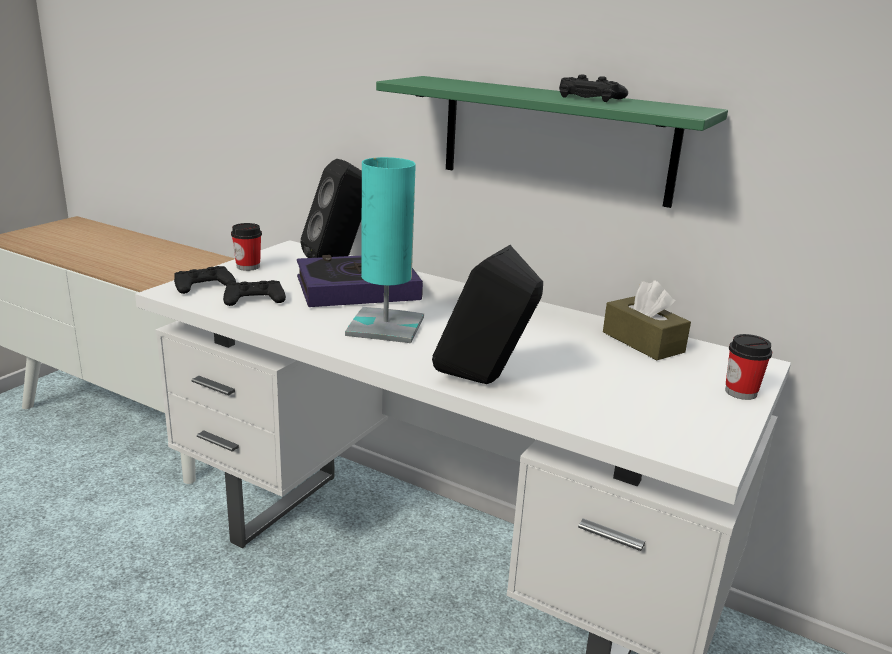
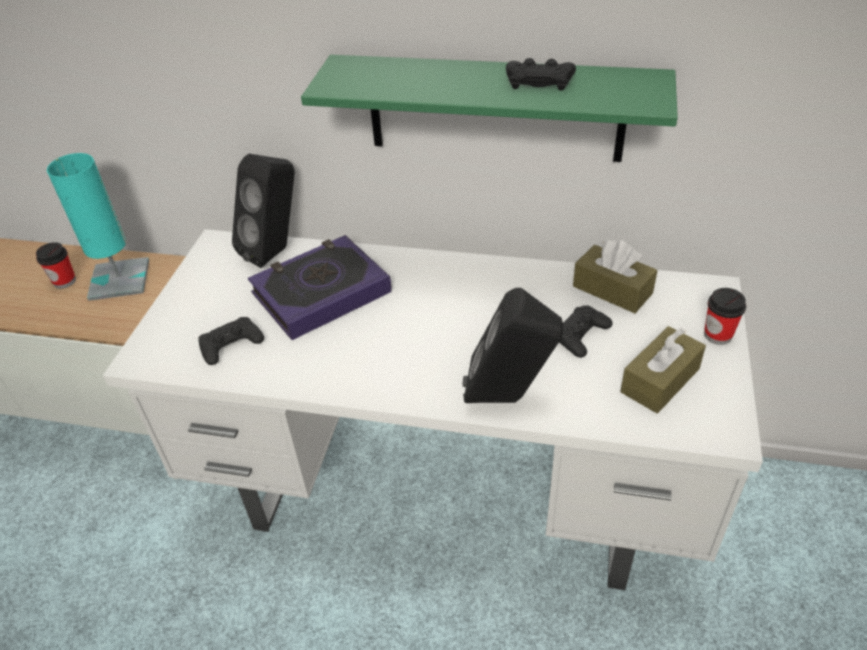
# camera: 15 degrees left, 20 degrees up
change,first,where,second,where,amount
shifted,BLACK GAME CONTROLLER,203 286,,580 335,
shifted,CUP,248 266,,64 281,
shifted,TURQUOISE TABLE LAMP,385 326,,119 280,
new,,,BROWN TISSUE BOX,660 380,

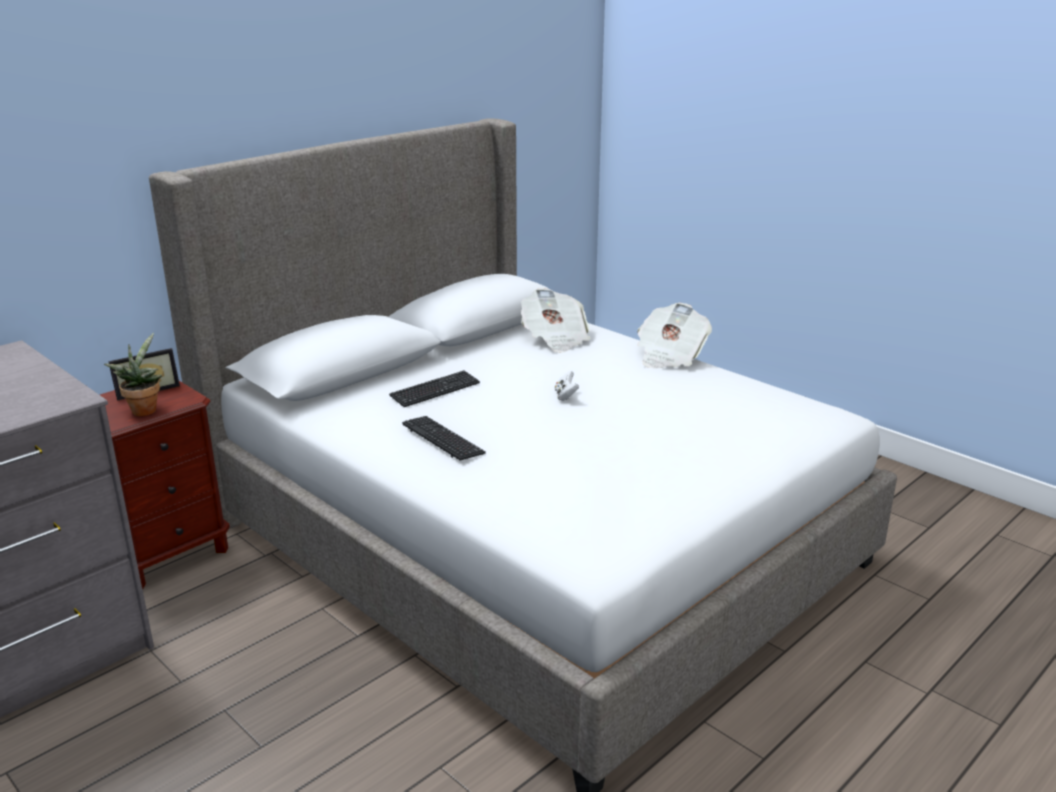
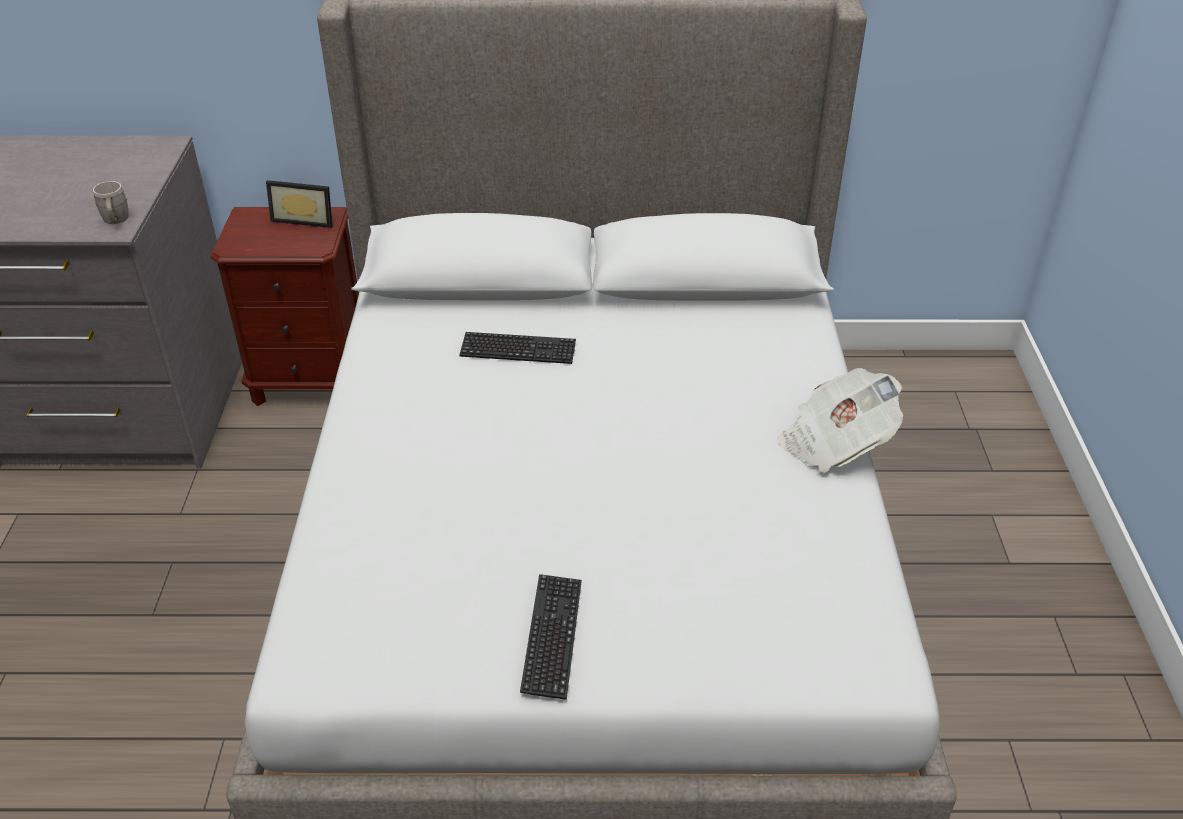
# camera: 45 degrees right, 15 degrees up
change,first,where,second,where,amount
gone,POTTED PLANT,144 409,,,
shifted,KEYBOARD,442 440,,552 636,
gone,NEWSPAPER,555 339,,,
gone,WHITE GAME CONTROLLER,565 396,,,
new,,,GREY MUG,116 221,

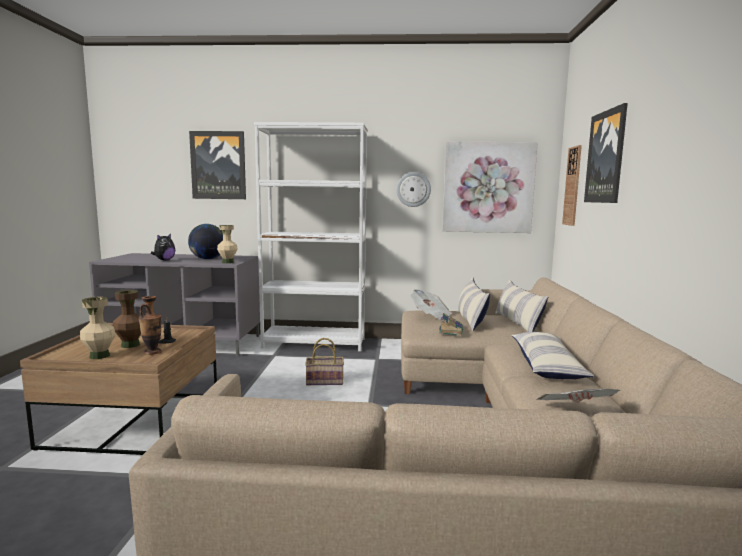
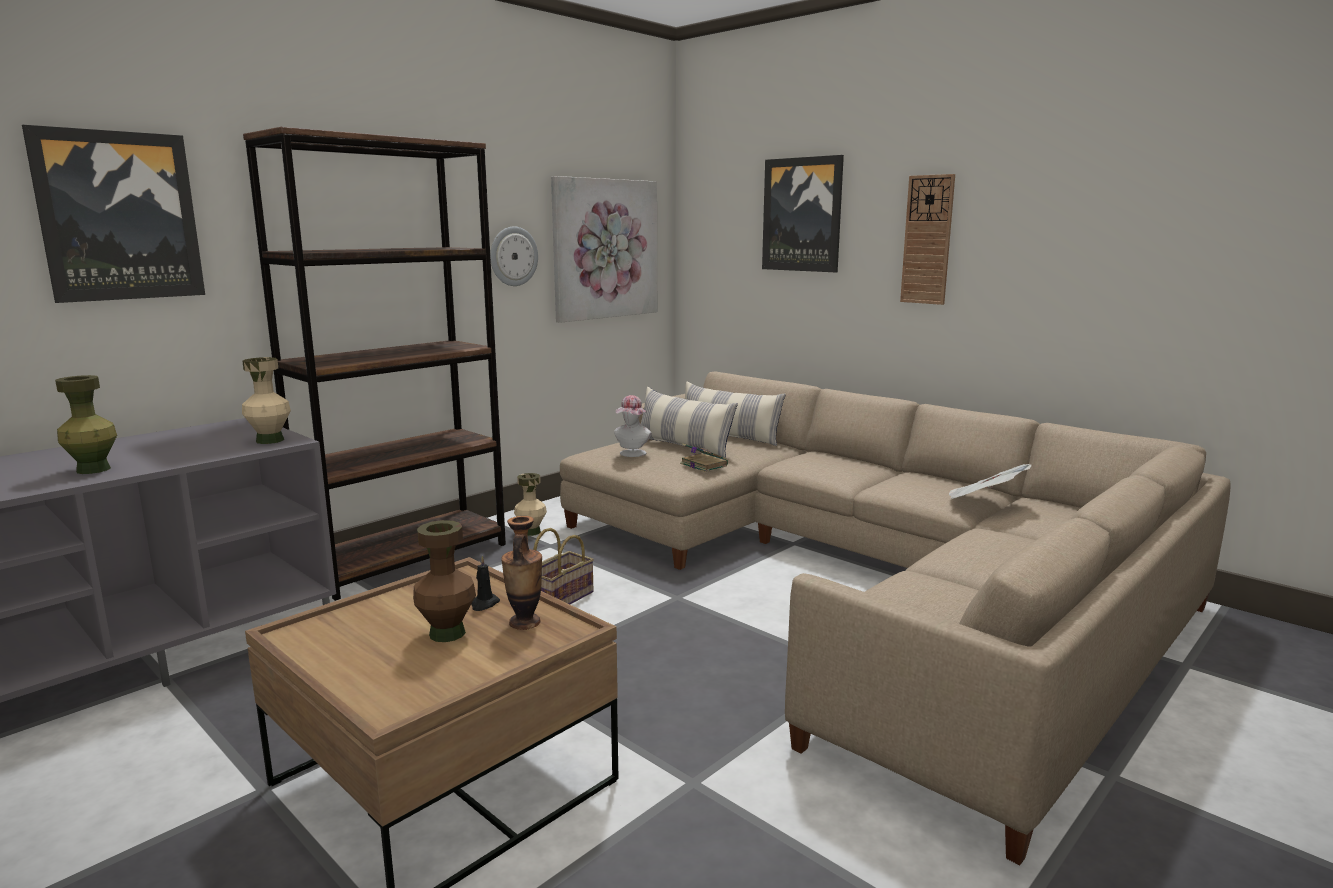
# camera: 50 degrees left, 5 degrees up
change,first,where,second,where,amount
shifted,BEIGE VASE,99 356,,531 532,
swapped,PLUSH TOY,164 260,GREEN VASE,93 469,
gone,GLOBE,208 259,,,
repainted,WHITE BOOKCASE,314 343,BROWN BOOKCASE,407 559,
swapped,NEWSPAPER,430 316,HAT,632 454,
gone,PILLOW,547 366,,,
shifted,WALL CLOCK,572 186,,927 240,

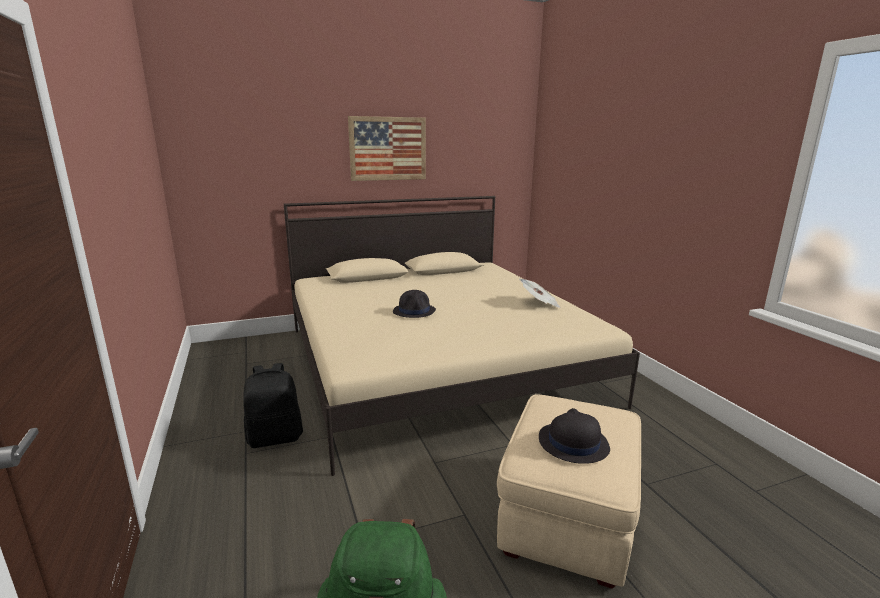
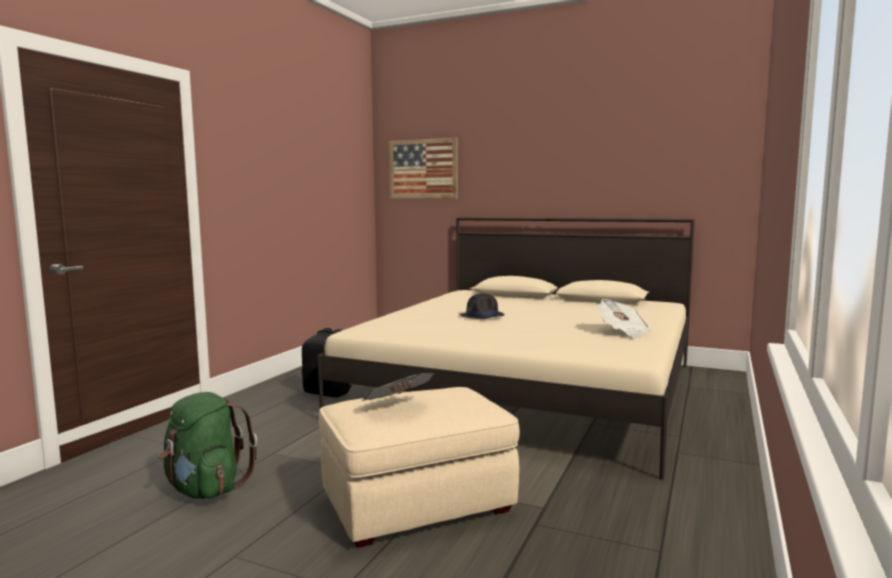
# camera: 45 degrees right, 10 degrees down
change,first,where,second,where,amount
shifted,PICTURE,388 149,,423 169,
swapped,BLACK HAT,573 443,NEWSPAPER,397 406,

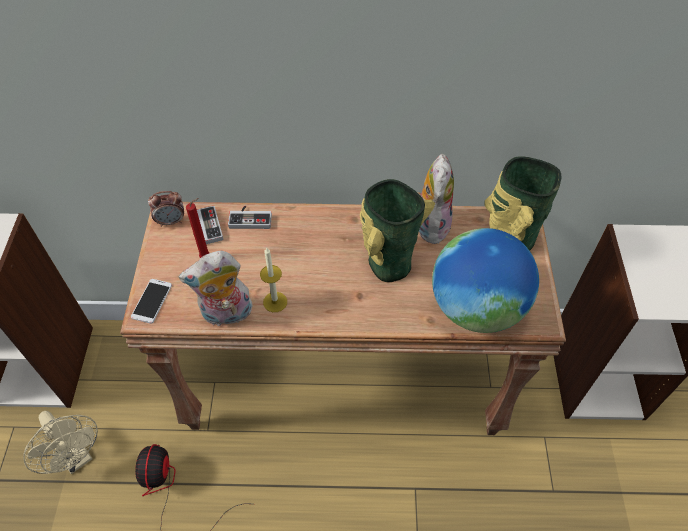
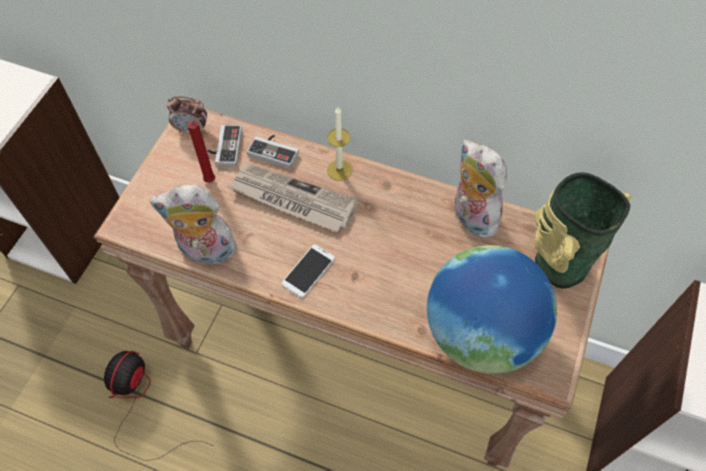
# camera: 20 degrees right, 5 degrees up
change,first,where,second,where,amount
gone,BEIGE FAN,77 457,,,
shifted,PHONE,152 301,,308 271,
shifted,CANDLE,275 302,,339 170,
gone,VASE,387 262,,,
rotated,PLUSH TOY,430 224,,470 217,60 degrees counterclockwise
new,,,NEWSPAPER,292 200,

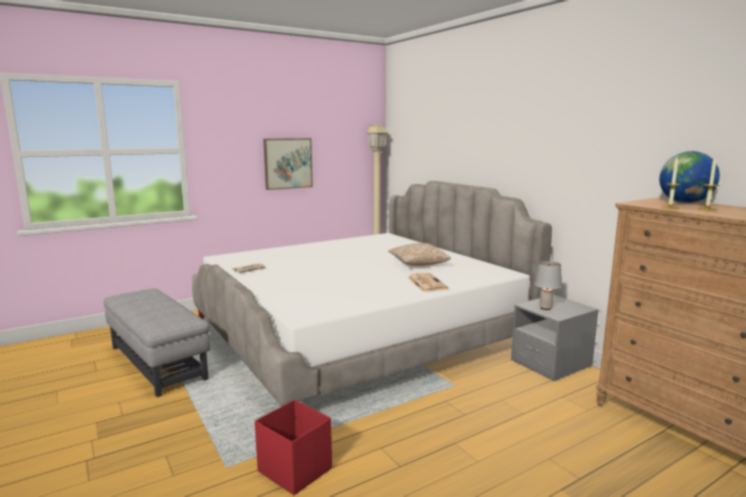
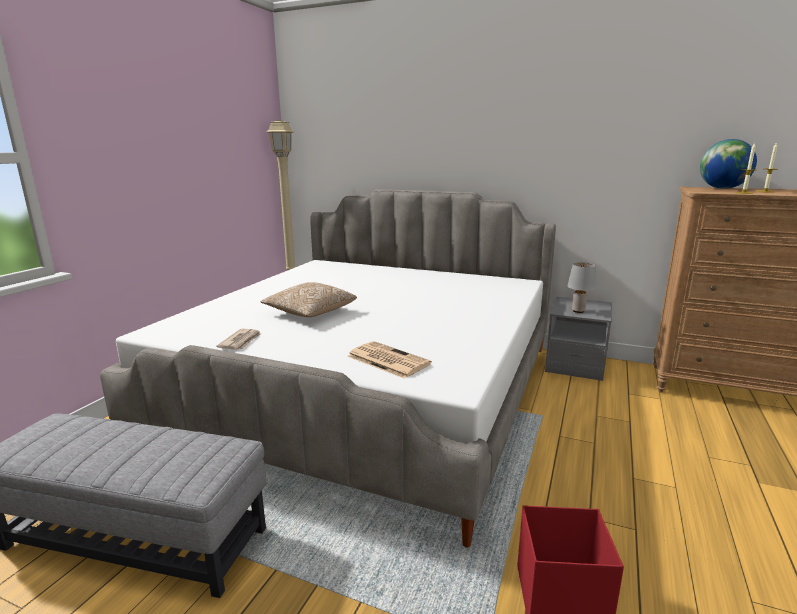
# camera: 35 degrees left, 5 degrees up
change,first,where,second,where,amount
gone,PICTURE,288 163,,,
shifted,PILLOW,418 264,,309 313,
shifted,NEWSPAPER,426 283,,387 360,

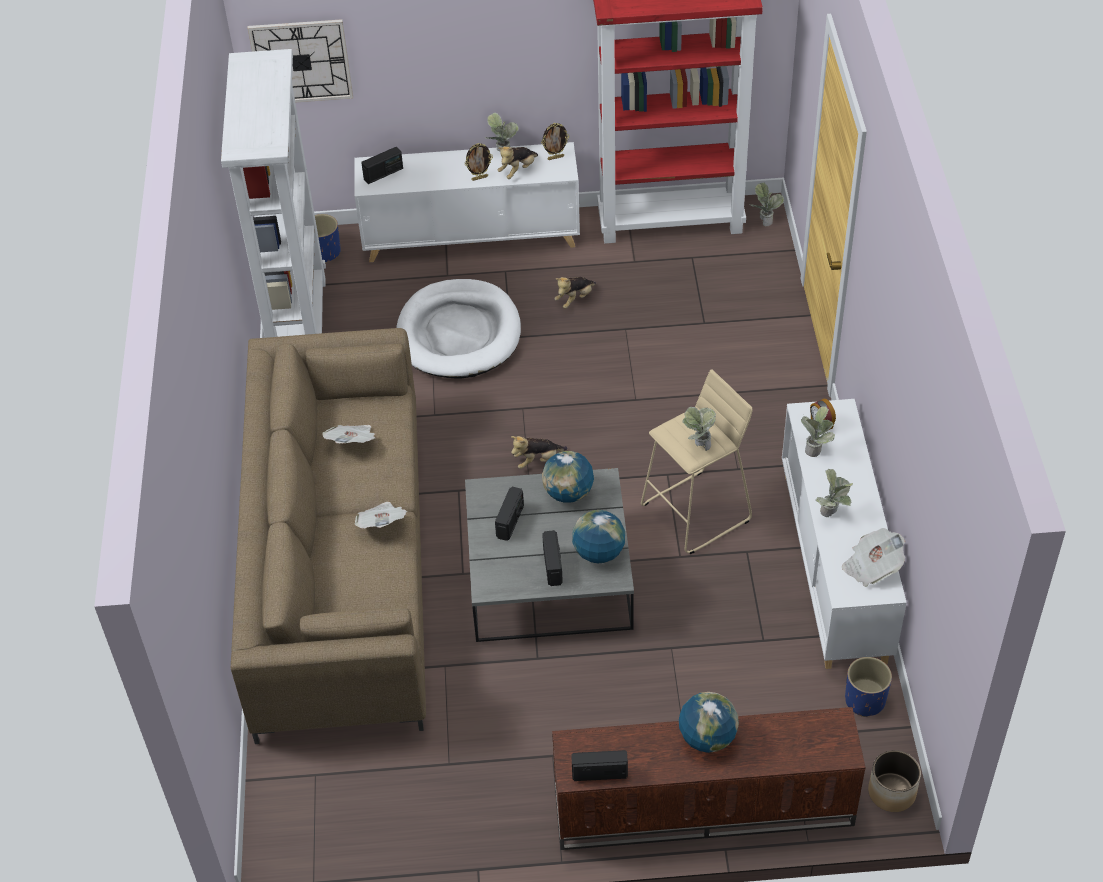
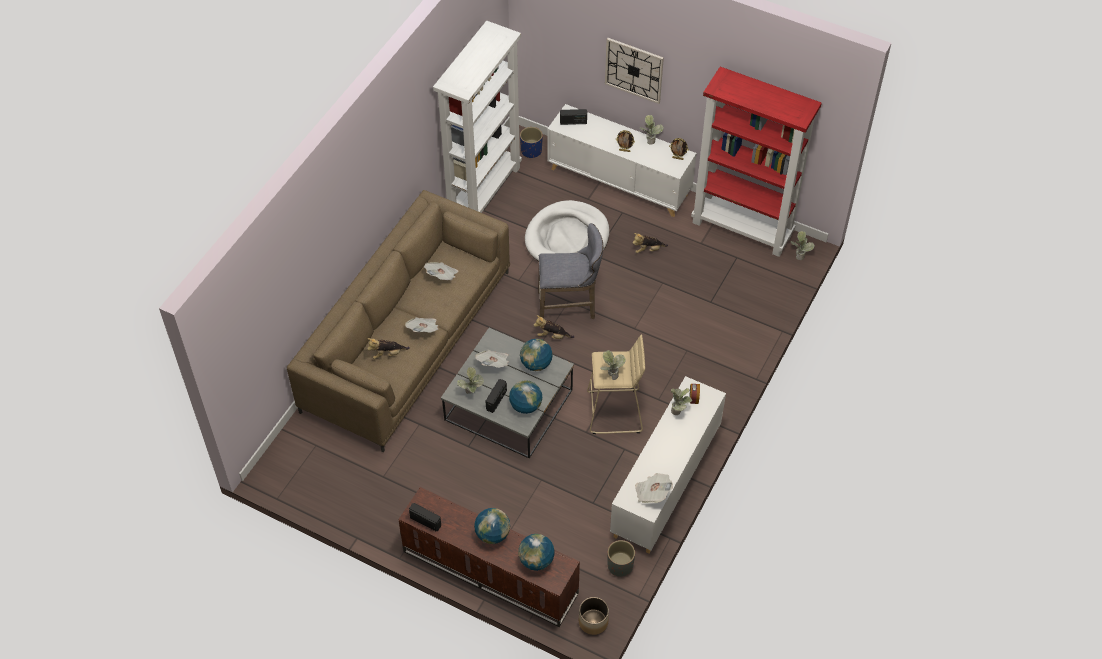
# camera: 30 degrees right, 5 degrees up
change,first,where,second,where,amount
shifted,WALL CLOCK,301 61,,634 70,
swapped,RADIO,510 521,NEWSPAPER,494 364,
shifted,PLUSH TOY,518 170,,387 354,
shifted,POTTED PLANT,832 513,,471 393,
repainted,BLUE PLANTER,865 700,GREY PLANTER,620 566,
new,,,GLOBE,536 560,
new,,,GREY STOOL,570 306,

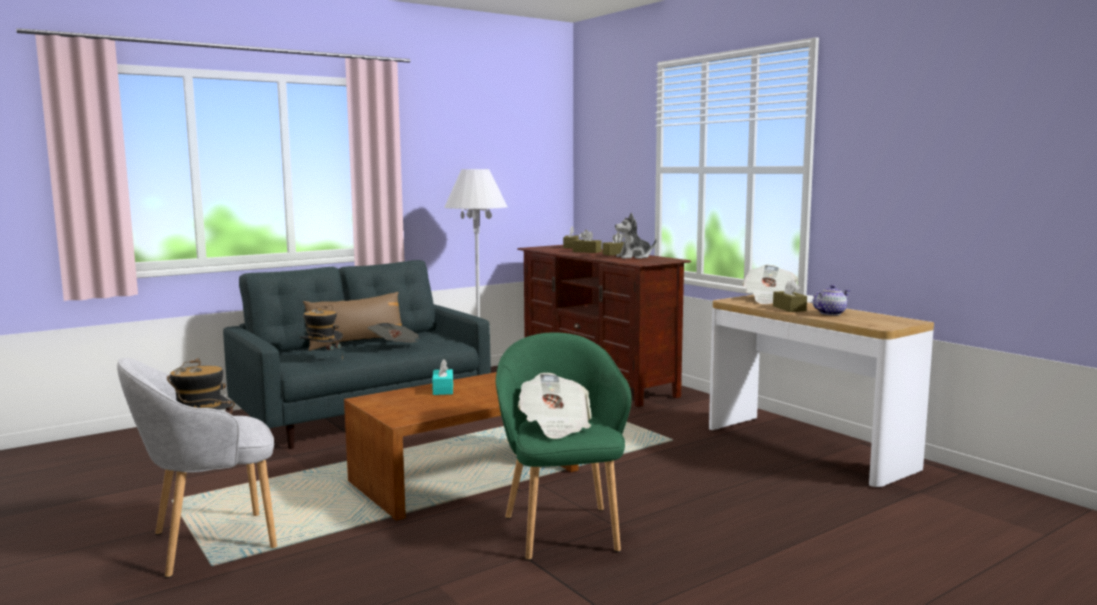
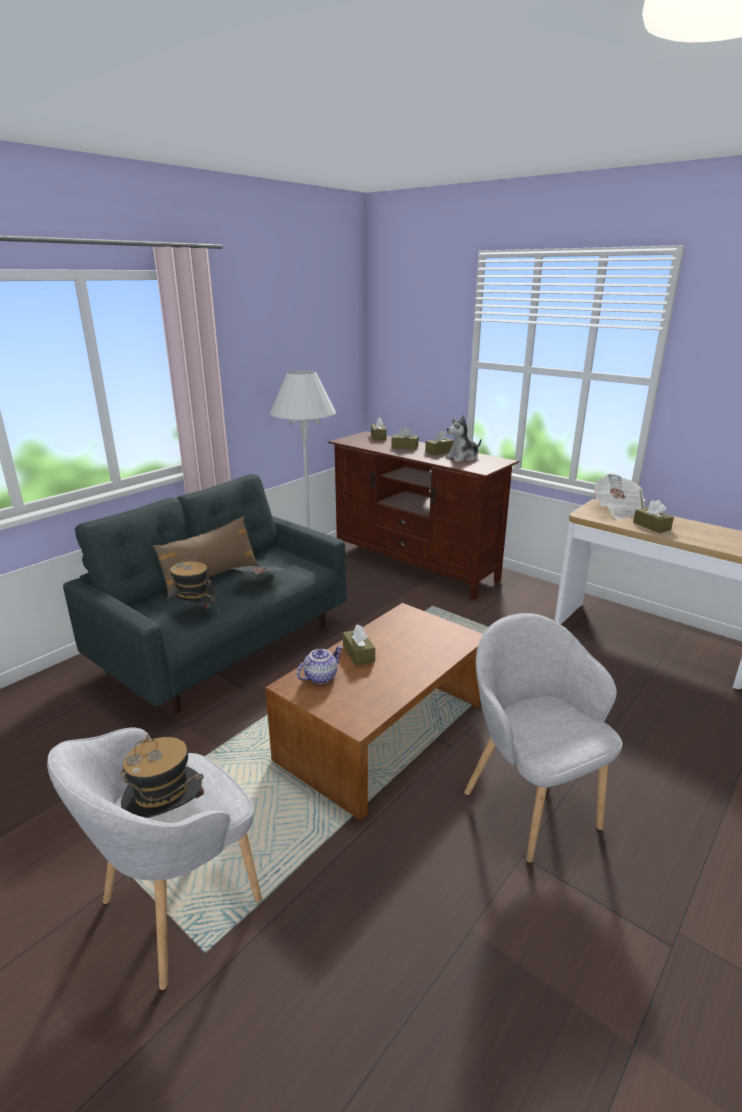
# camera: 15 degrees left, 15 degrees up
change,first,where,second,where,amount
repainted,TURQUOISE TISSUE BOX,443 389,BROWN TISSUE BOX,358 654,
repainted,GREEN ARMCHAIR,563 530,GREY ARMCHAIR,530 804,
gone,NEWSPAPER,555 426,,,
shifted,TEAPOT,830 313,,320 676,

